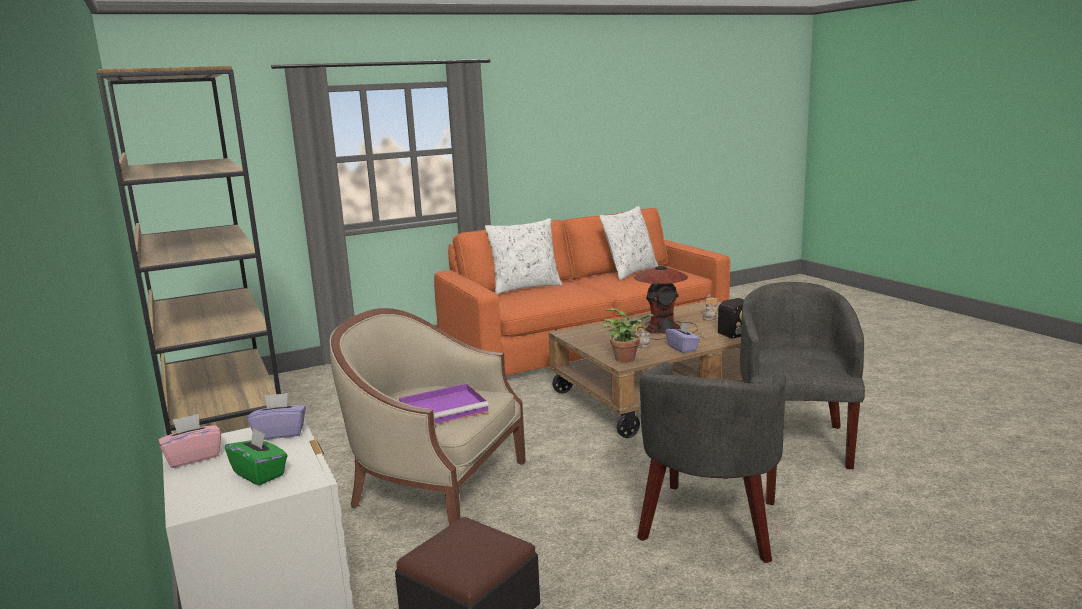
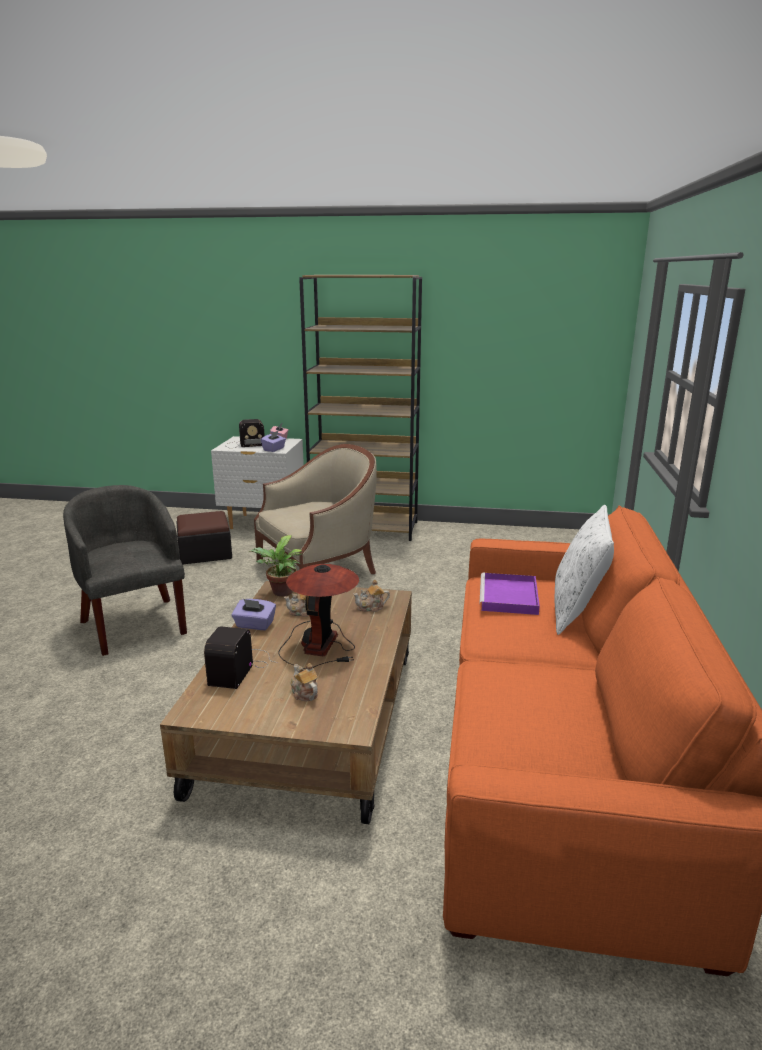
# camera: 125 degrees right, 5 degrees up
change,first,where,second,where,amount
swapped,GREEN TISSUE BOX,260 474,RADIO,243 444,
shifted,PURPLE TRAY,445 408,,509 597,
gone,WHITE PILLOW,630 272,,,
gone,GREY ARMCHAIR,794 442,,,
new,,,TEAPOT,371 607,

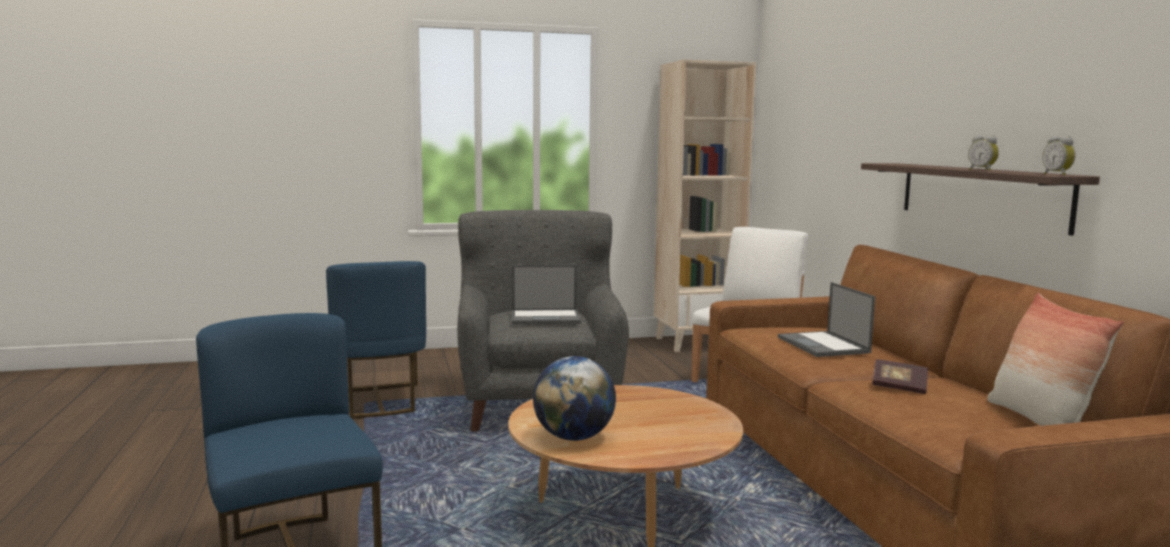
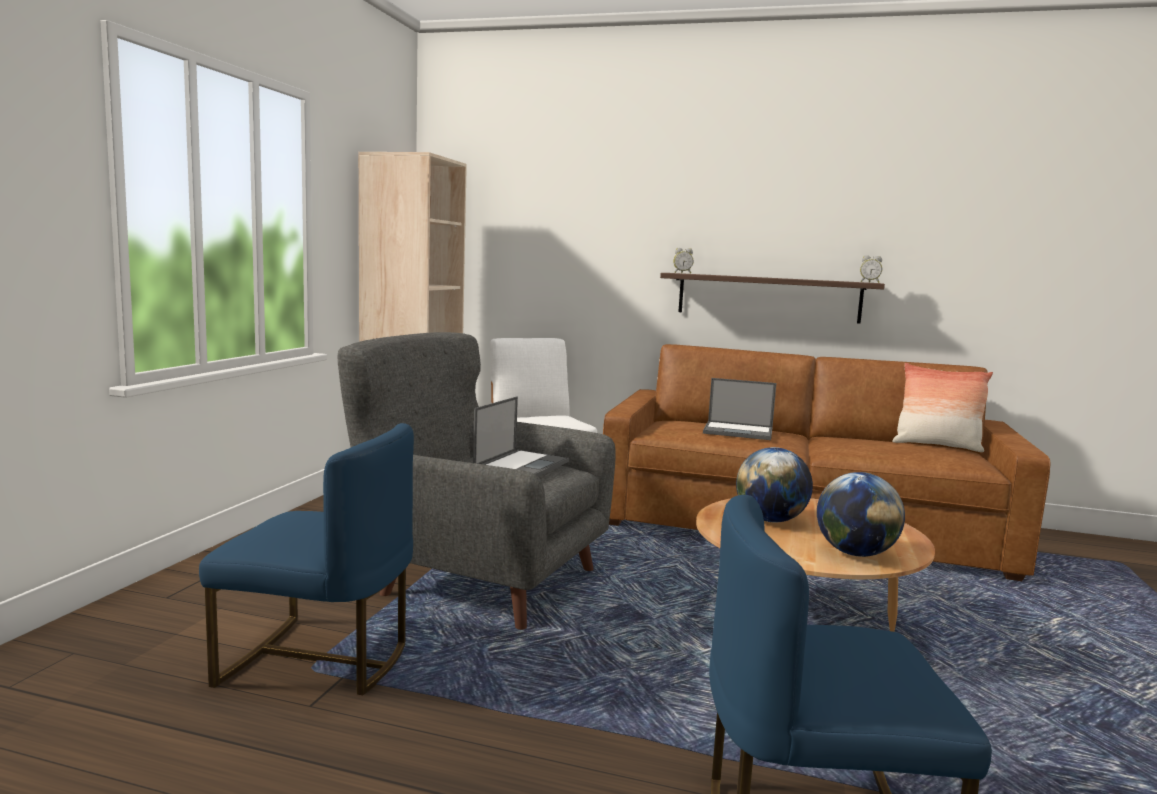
# camera: 60 degrees left, 0 degrees up
change,first,where,second,where,amount
gone,BOOK,899 387,,,
shifted,ALARM CLOCK,982 170,,682 273,
new,,,GLOBE,770 520,

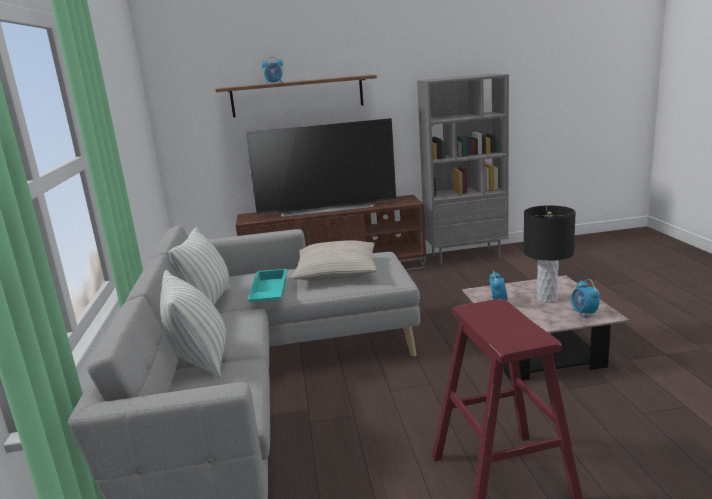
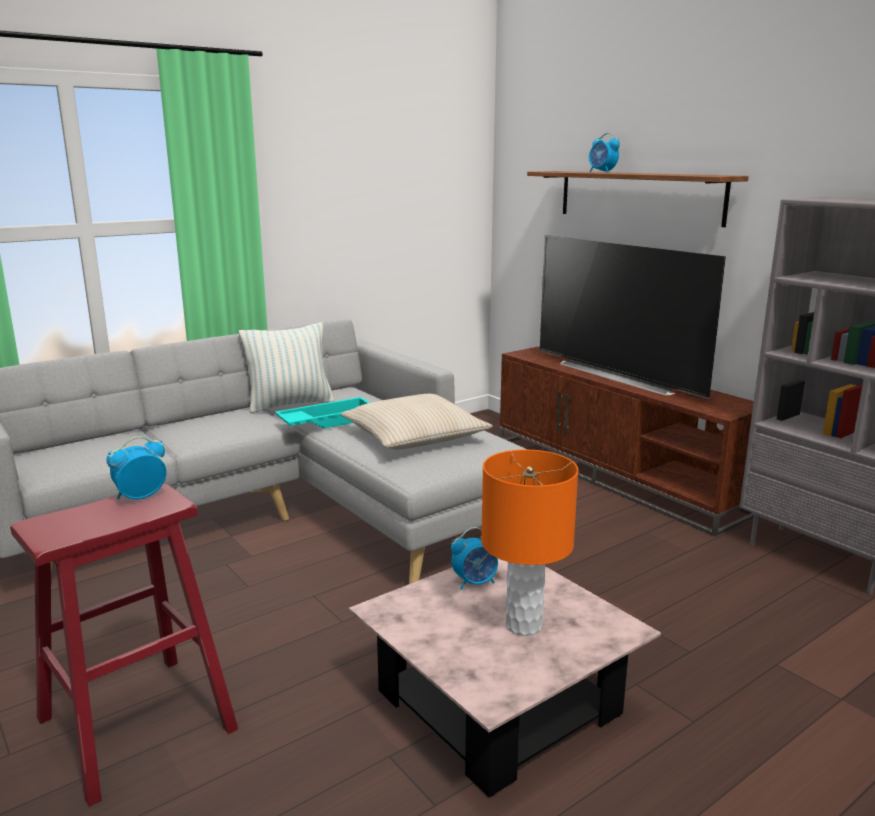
# camera: 60 degrees right, 0 degrees up
change,first,where,second,where,amount
gone,PILLOW,200 360,,,
repainted,BLACK TABLE LAMP,546 299,ORANGE TABLE LAMP,523 625,
shifted,ALARM CLOCK,584 313,,140 496,

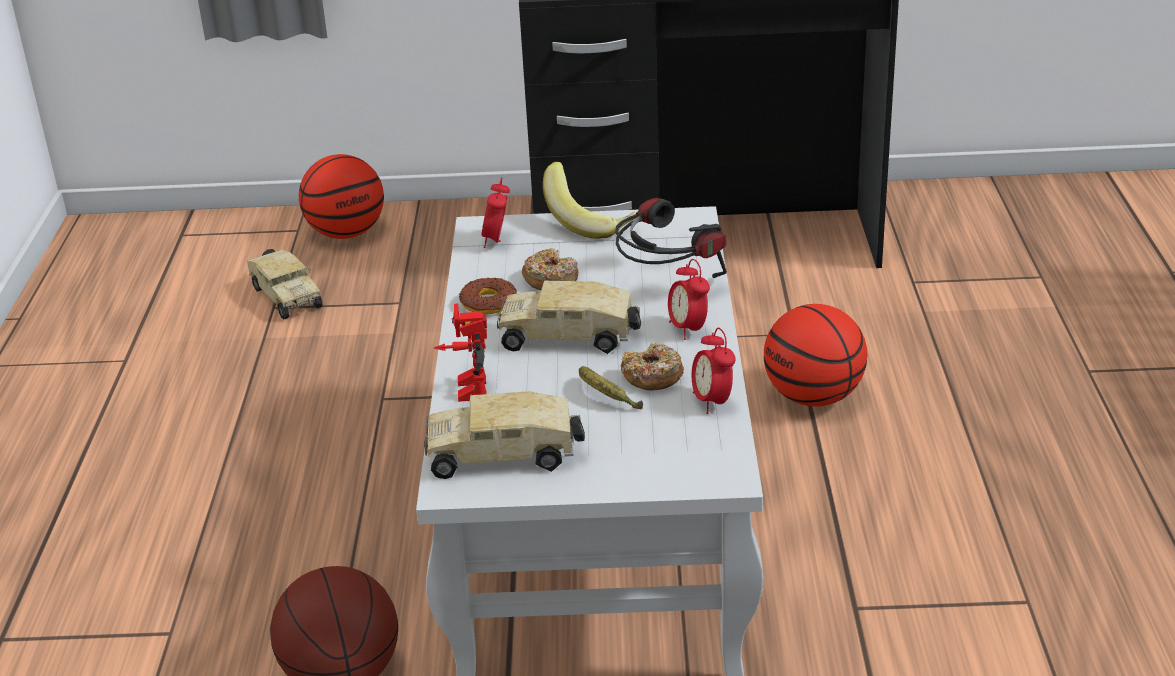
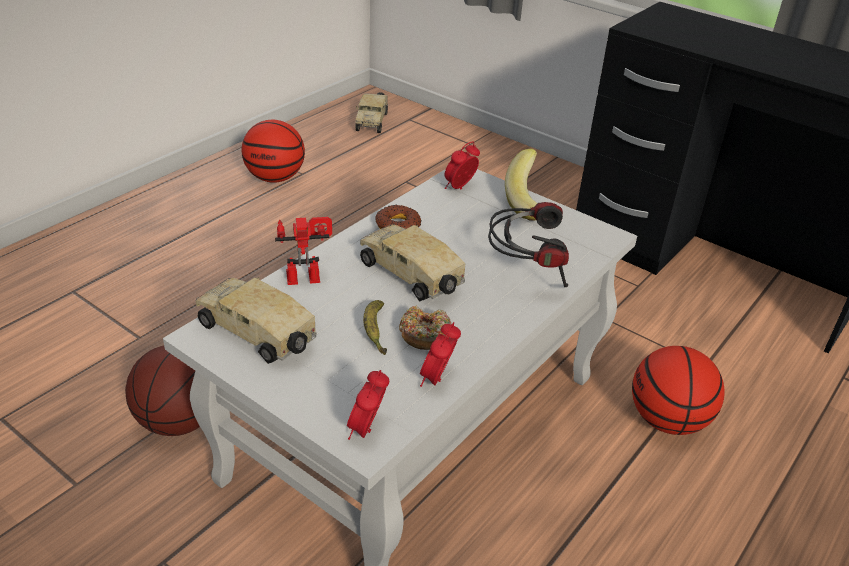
# camera: 35 degrees right, 5 degrees up
change,first,where,second,where,amount
shifted,TOY TRUCK,285 296,,372 121,
shifted,BASKETBALL,346 233,,275 178,
rotated,TOY ROBOT,466 387,,305 274,45 degrees clockwise
gone,DONUT,550 279,,,
shifted,ALARM CLOCK,688 329,,367 430,

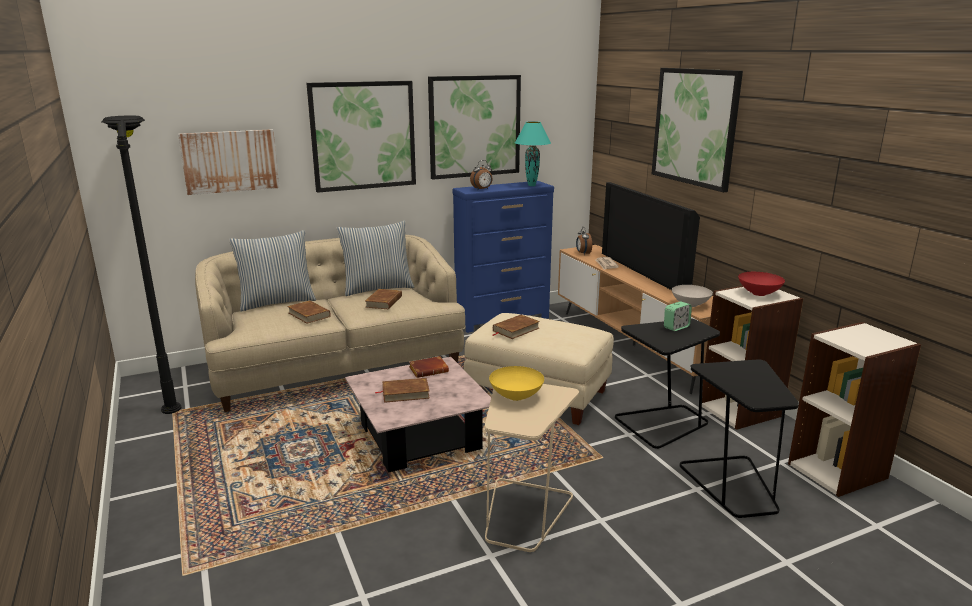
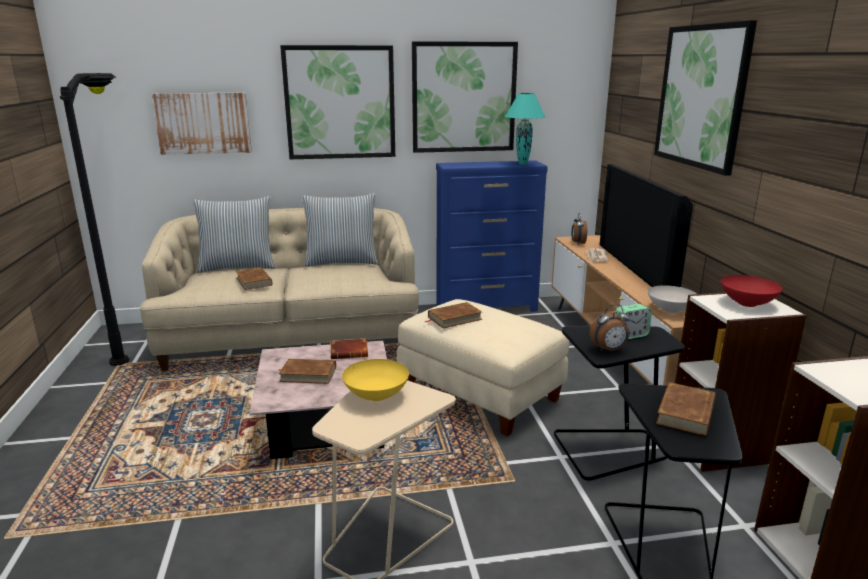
# camera: 15 degrees right, 0 degrees up
change,first,where,second,where,amount
shifted,BROWN BOOK,384 302,,686 413,
shifted,ALARM CLOCK,482 189,,609 350,

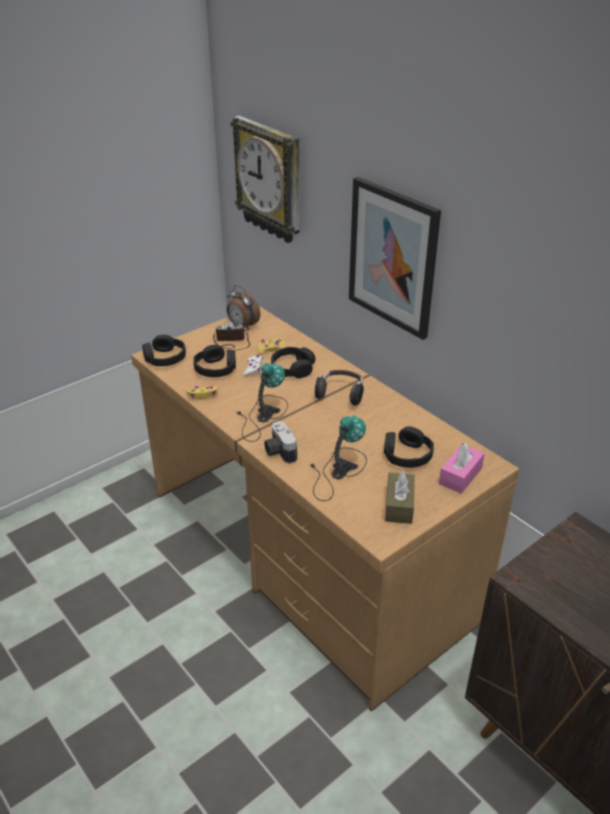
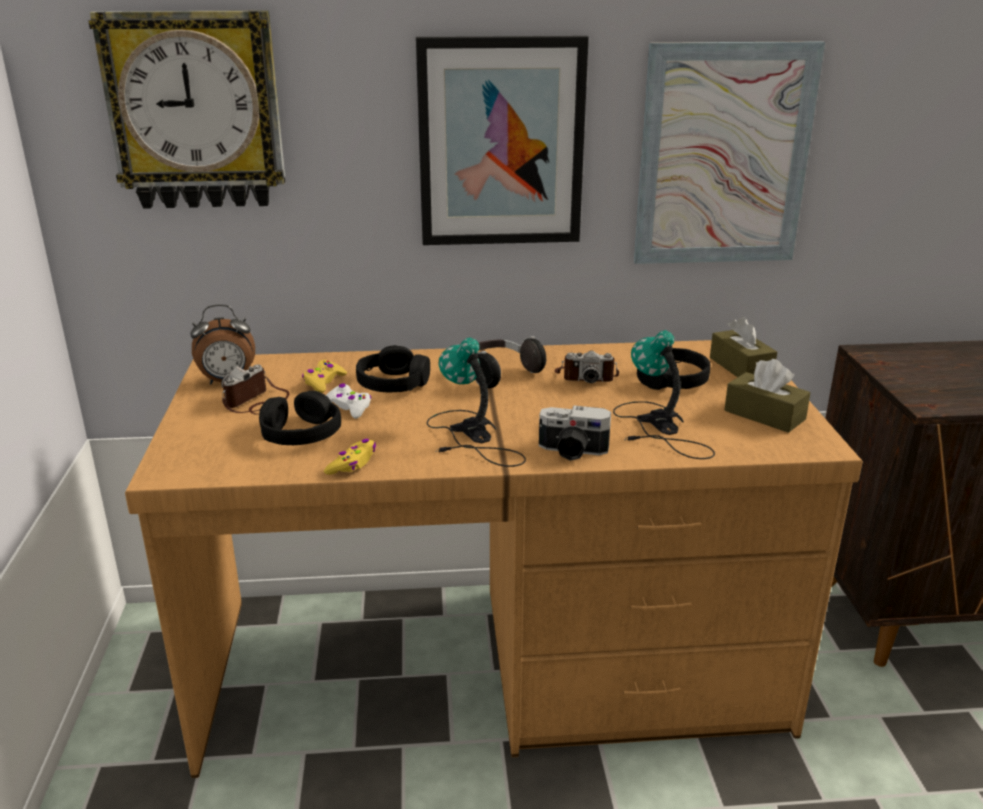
# camera: 55 degrees left, 10 degrees down
change,first,where,second,where,amount
gone,BLACK HEADPHONES,165 358,,,
repainted,PINK TISSUE BOX,460 476,BROWN TISSUE BOX,740 367,
new,,,PHOTO CAMERA,586 376,
new,,,PICTURE,723 156,

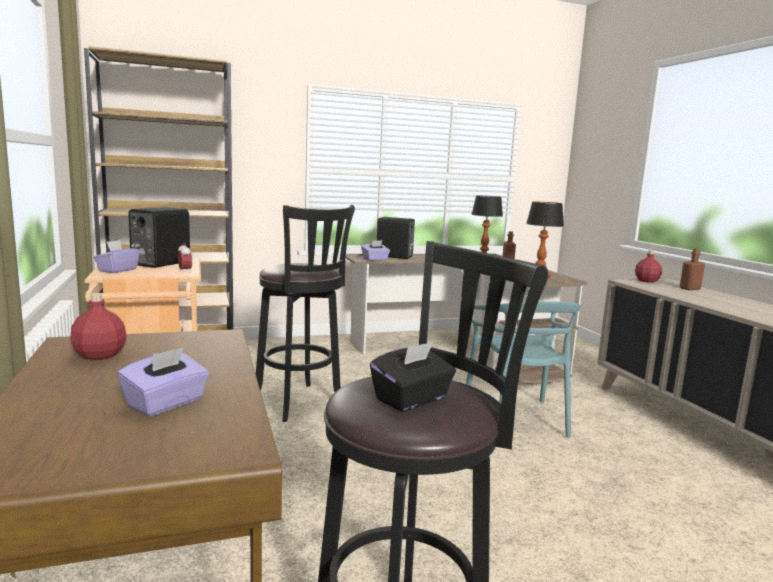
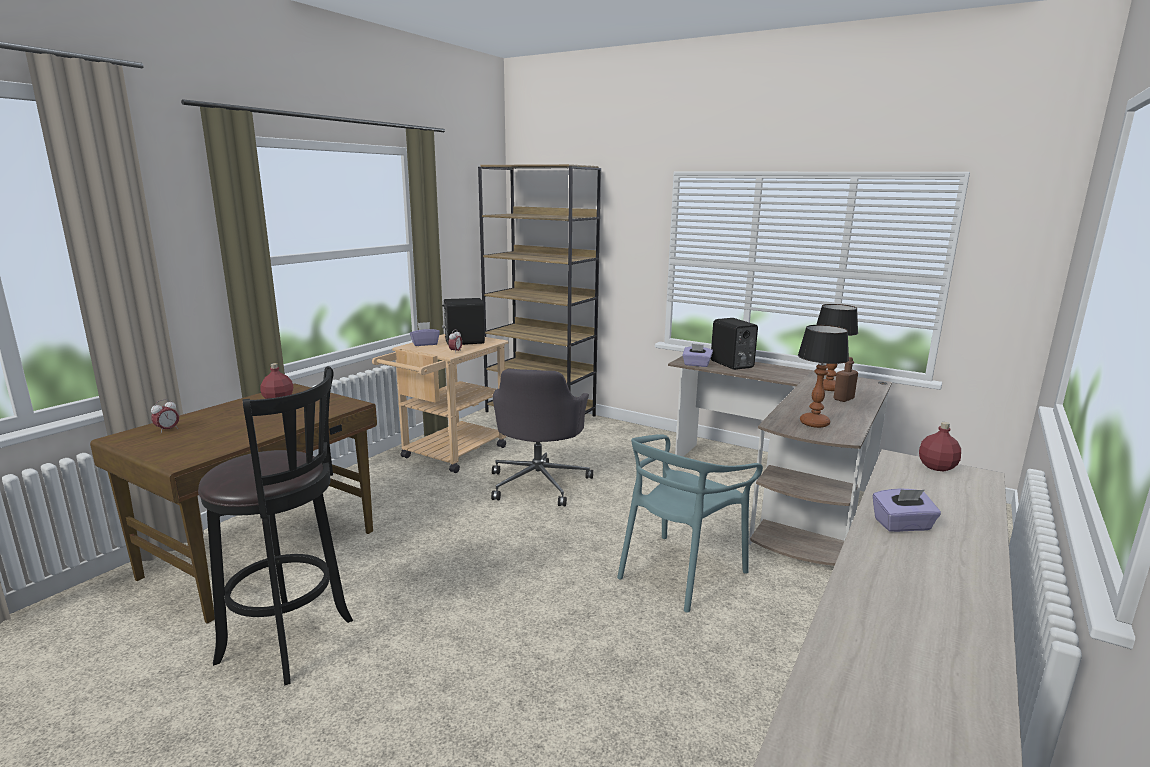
# camera: 50 degrees right, 5 degrees up
change,first,where,second,where,amount
shifted,PURPLE TISSUE BOX,166 403,,902 525,
swapped,BLACK STOOL,300 403,GREY OFFICE CHAIR,539 483,
gone,BLACK TISSUE BOX,412 399,,,
gone,BROWN BOTTLE,690 289,,,
new,,,ALARM CLOCK,167 430,

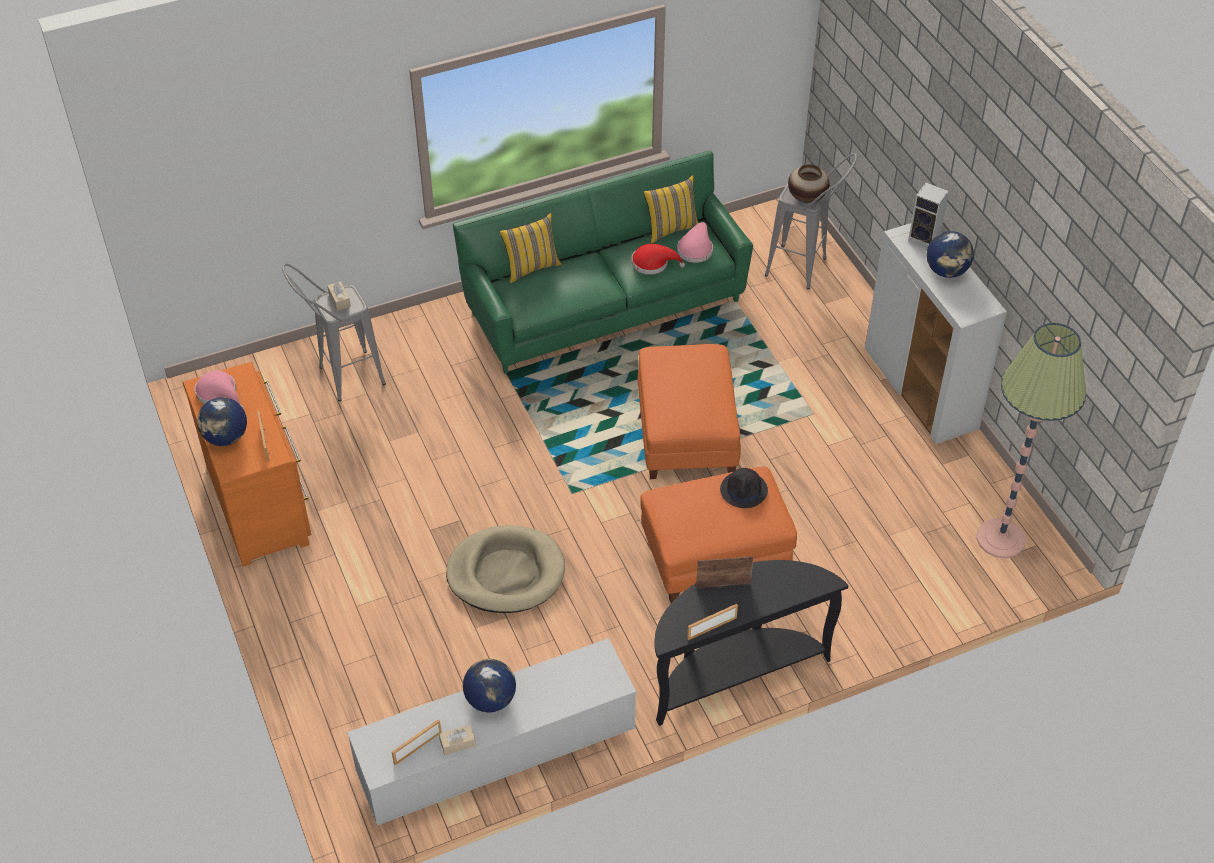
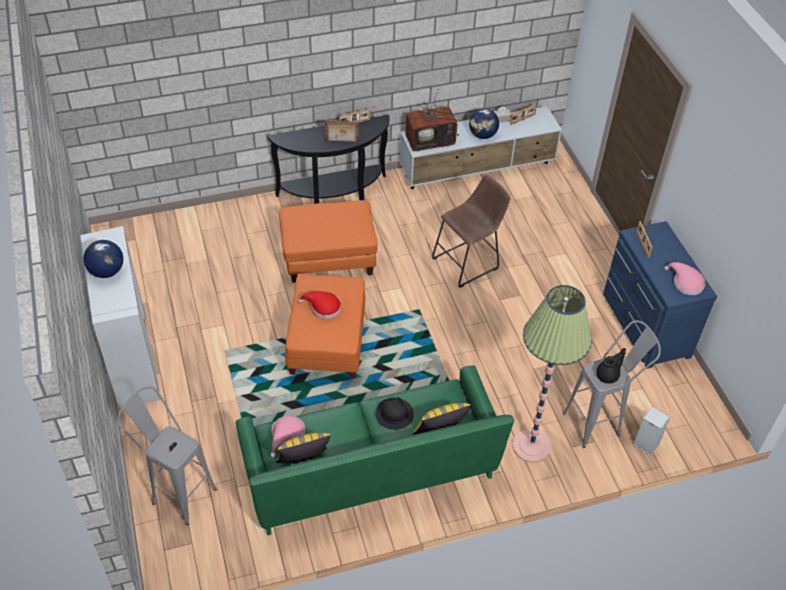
# camera: 175 degrees left, 0 degrees up
change,first,where,second,where,amount
repainted,ORANGE DRESSER,260 503,BLUE DRESSER,644 326,
gone,GLOBE,226 437,,,
swapped,BEIGE TISSUE BOX,339 300,BLACK TEAPOT,608 375,
swapped,BEIGE DOG BED,506 573,BROWN STOOL,468 262,
shifted,RED HAT,653 263,,323 307,
shifted,BLACK HAT,744 490,,394 414,
gone,VASE,807 198,,,
shifted,SPEAKER,925 239,,644 444,
shifted,FLOOR LAMP,1000 539,,531 446,
new,,,TELEVISION,431 141,

